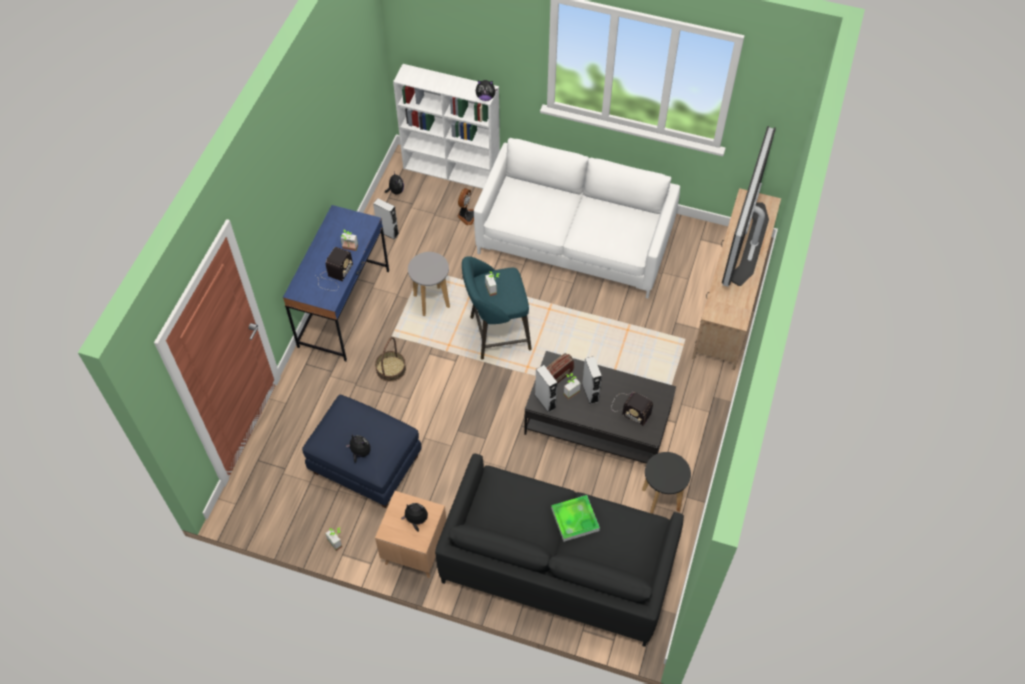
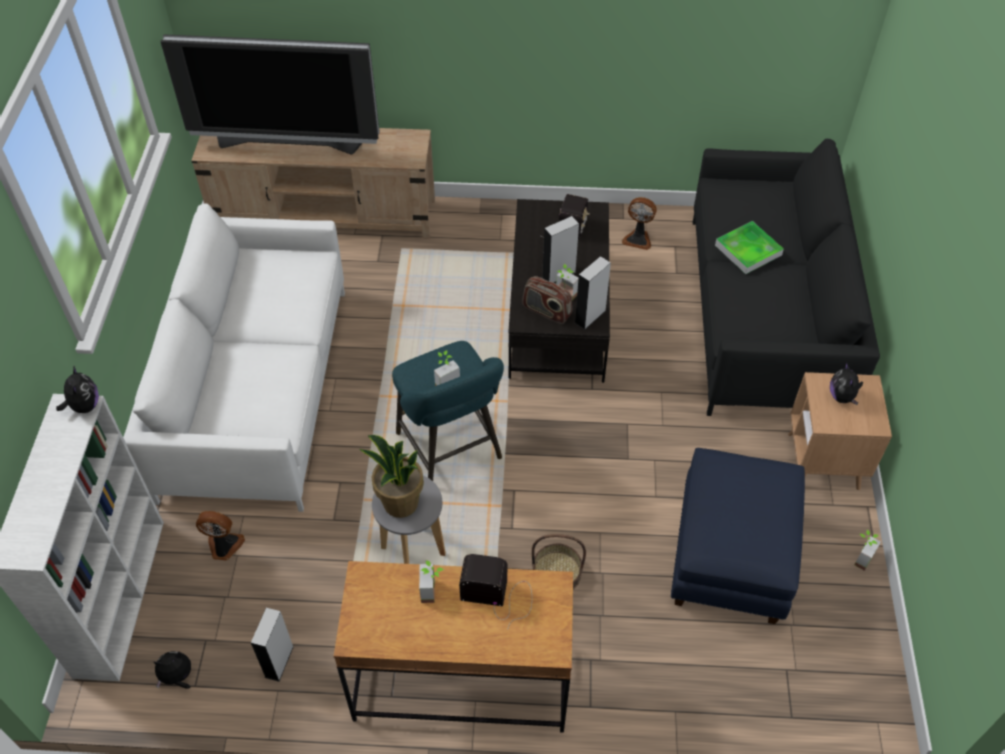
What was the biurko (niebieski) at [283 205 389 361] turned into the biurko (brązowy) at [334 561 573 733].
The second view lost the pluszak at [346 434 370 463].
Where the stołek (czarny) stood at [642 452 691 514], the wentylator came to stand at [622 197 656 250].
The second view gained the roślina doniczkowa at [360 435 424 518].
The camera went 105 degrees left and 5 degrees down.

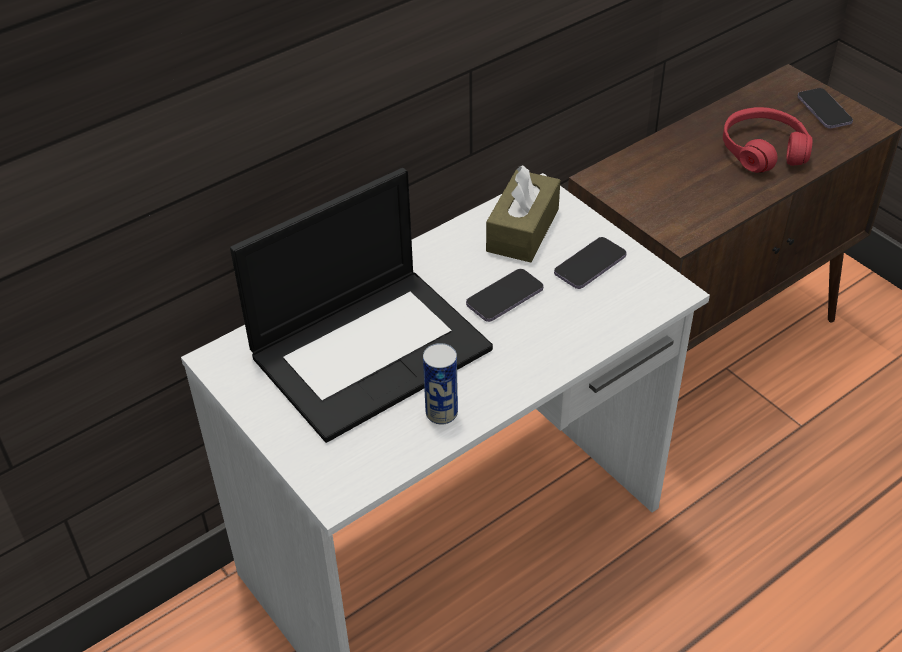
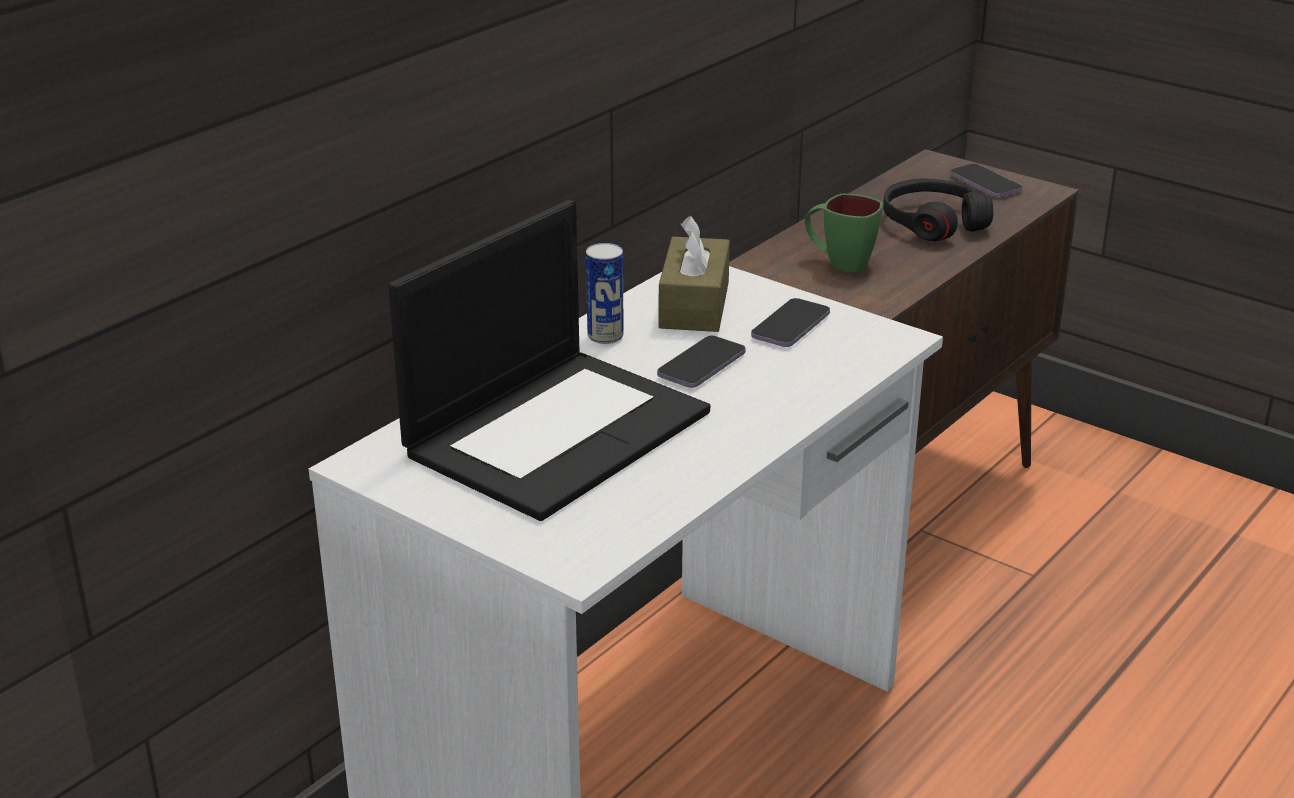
What was the słuchawki (czerwony) at [723 107 813 173] turned into the słuchawki (czarny) at [883 179 993 241].
The puszka ended up elsewhere, having gone from [423 343 458 425] to [586 243 624 344].
The second view gained the kubek (zielony) at [805 194 883 273].
The camera went 15 degrees left and 15 degrees down.

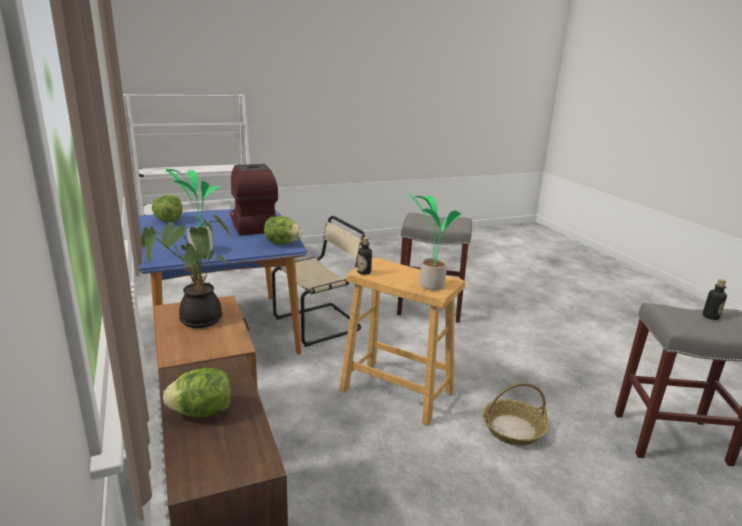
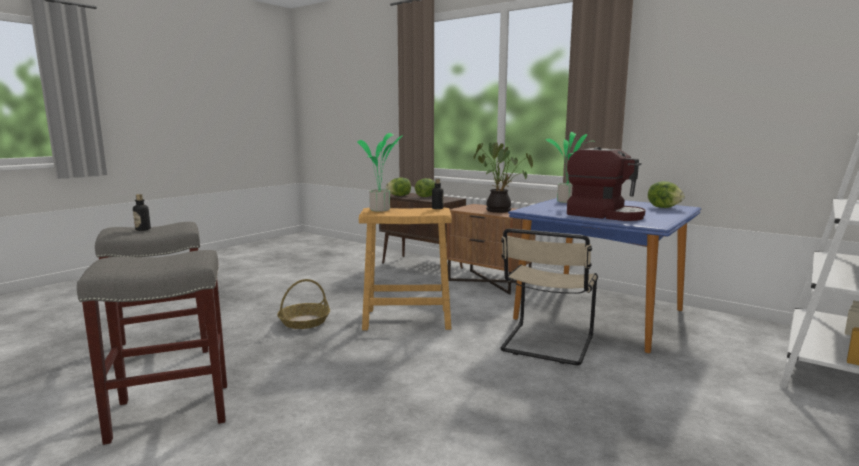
The stołek (szary) ended up elsewhere, having gone from [397 213 472 323] to [77 250 227 445].
The sałata ended up elsewhere, having gone from [264 216 302 244] to [386 178 411 196].
The camera went 150 degrees right and 10 degrees down.

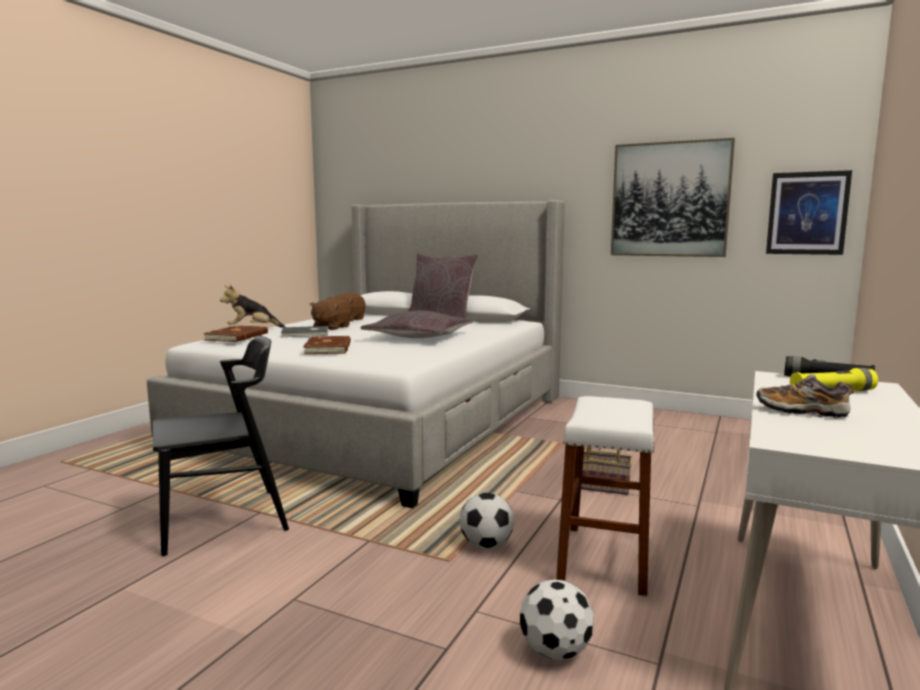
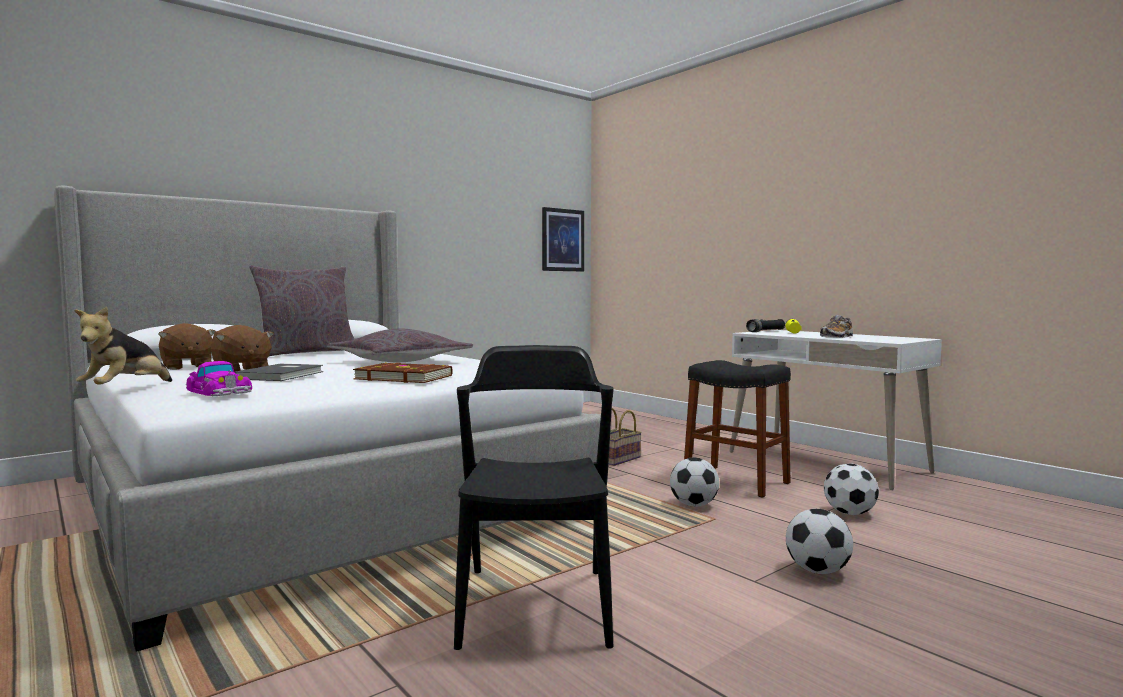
The second view lost the obraz at [611 138 735 257].
Where the książka (brązowy) stood at [203 325 268 342], the samochodzik came to stand at [186 361 252 396].
What was the stołek (biały) at [556 396 654 596] turned into the stołek (czarny) at [684 360 791 498].
The second view gained the piłka futbolowa at [786 509 853 574].
The camera went 65 degrees left and 5 degrees down.

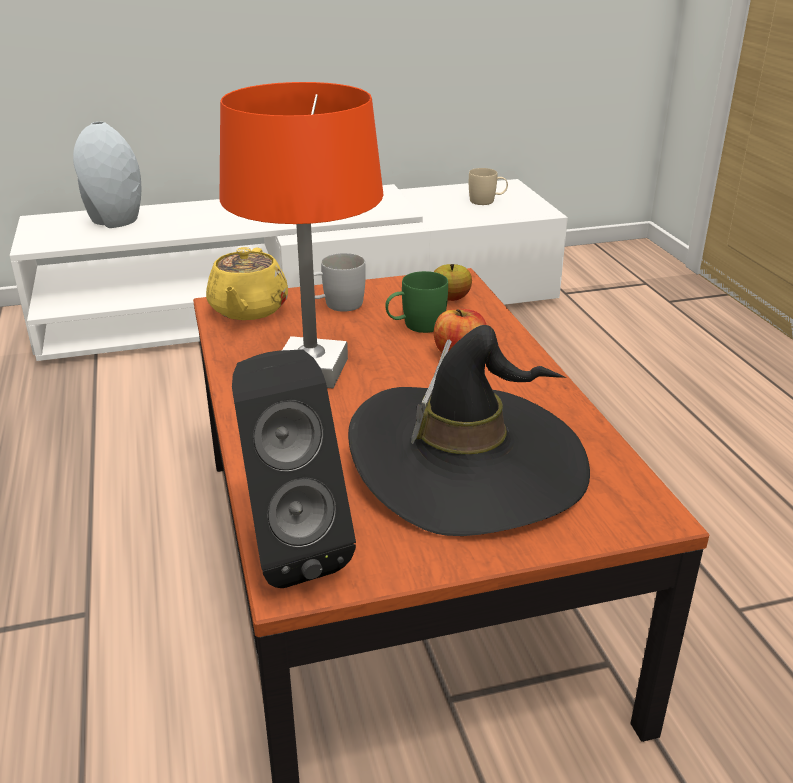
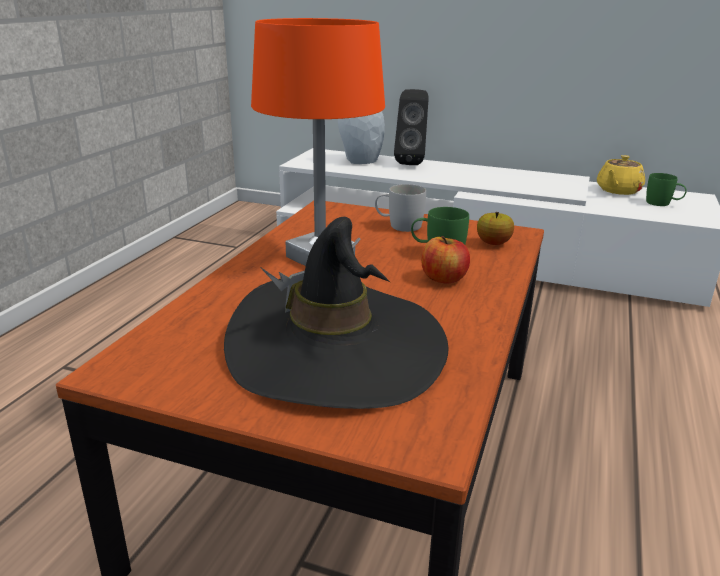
What was the kubek (beżowy) at [469 168 508 205] turned into the kubek (zielony) at [646 173 687 206].
The imbryk (żółty) ended up elsewhere, having gone from [206 247 288 320] to [597 155 645 195].
The głośnik (czarny) ended up elsewhere, having gone from [232 349 356 588] to [394 89 429 165].
The camera went 35 degrees right and 5 degrees down.

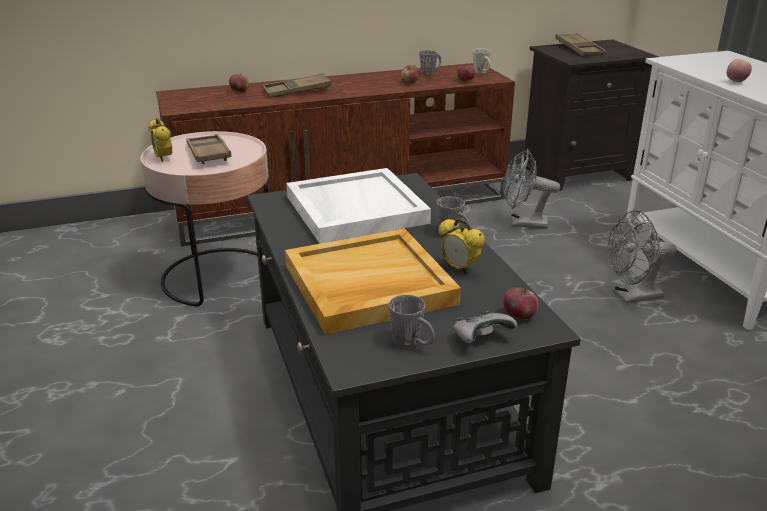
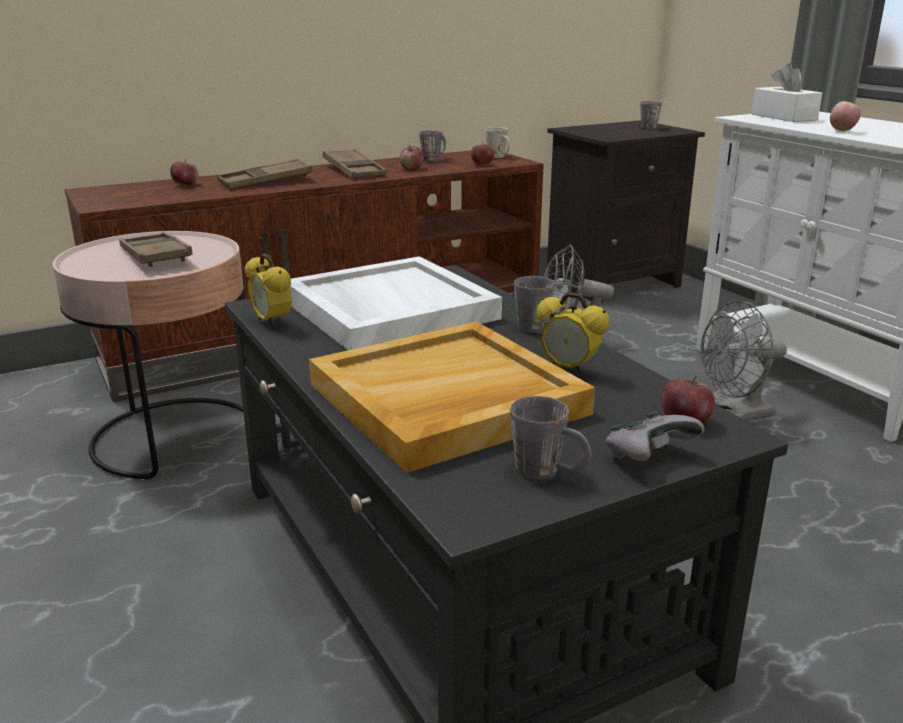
The taca (brązowy) ended up elsewhere, having gone from [555 33 606 56] to [323 149 386 178].
The budzik ended up elsewhere, having gone from [148 118 172 162] to [245 253 292 328].
The second view gained the pudełko chusteczek (biały) at [752 63 822 122].
The second view gained the kubek (szary) at [640 101 662 129].
The camera went 10 degrees left and 5 degrees down.

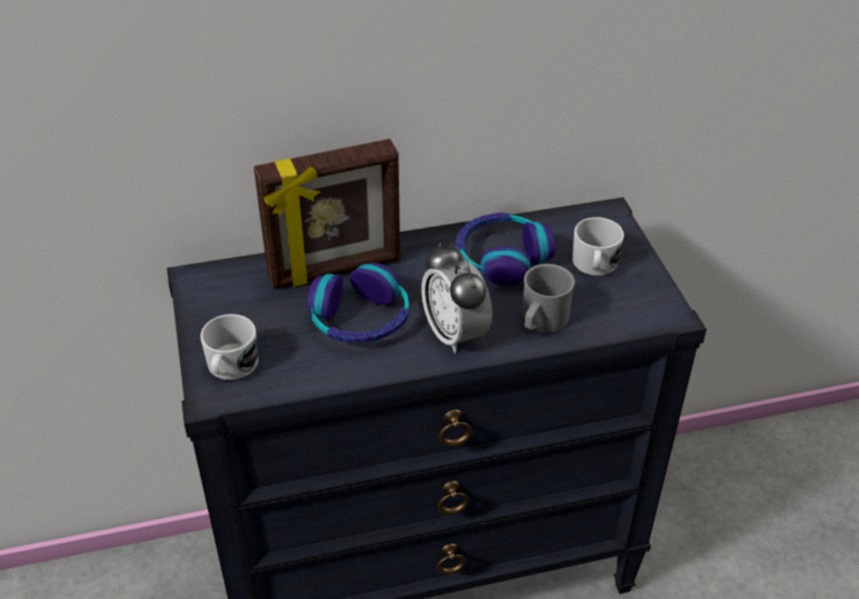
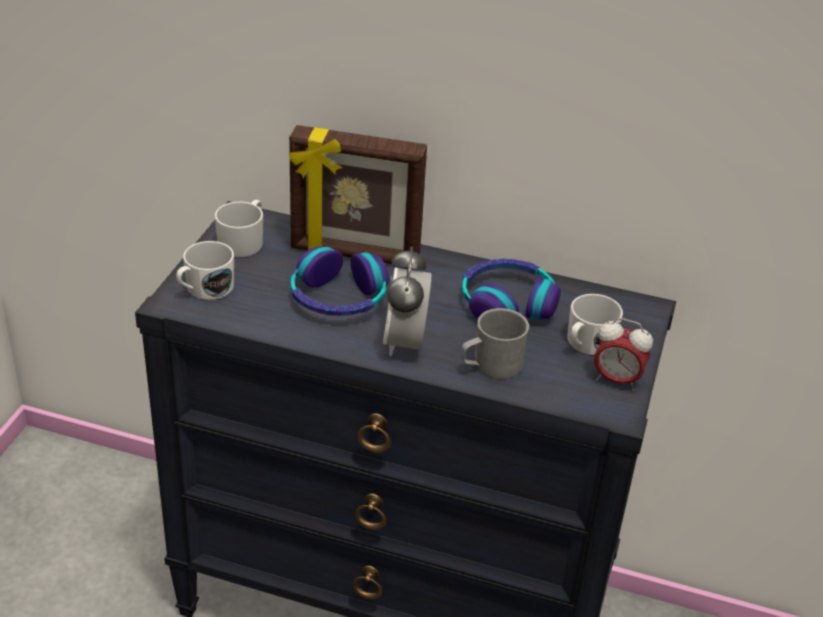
The second view gained the kubek (biały) at [215 200 263 257].
The second view gained the budzik at [594 318 653 391].
The camera went 30 degrees right and 5 degrees down.

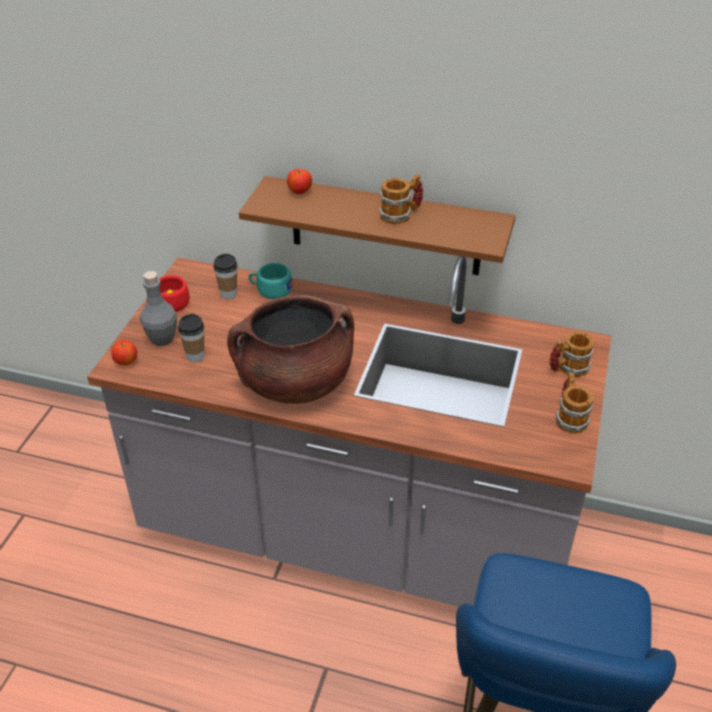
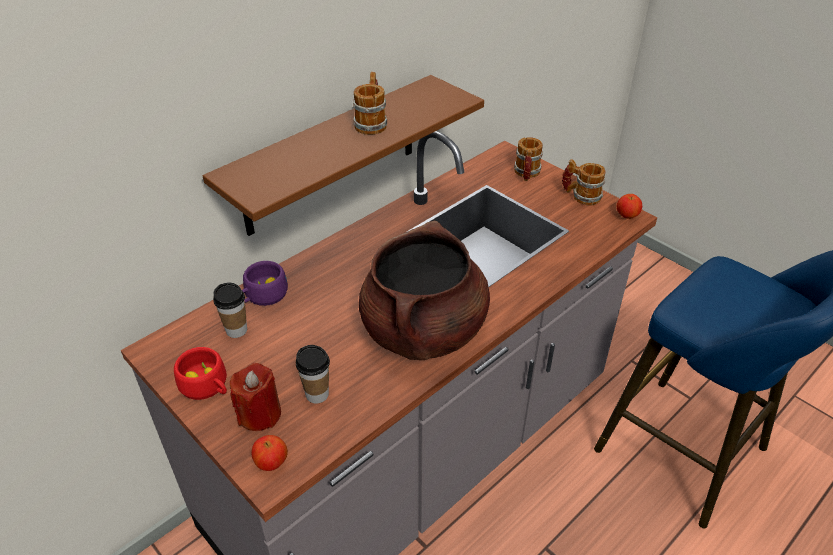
The jabłko ended up elsewhere, having gone from [287 169 312 194] to [617 194 642 219].
What was the filiżanka (turkusowy) at [249 263 293 299] turned into the filiżanka (fioletowy) at [242 261 288 306].
Where the butelka (szary) stood at [140 271 177 346], the świeca (czerwony) came to stand at [230 363 281 431].
The camera went 60 degrees left and 0 degrees up.

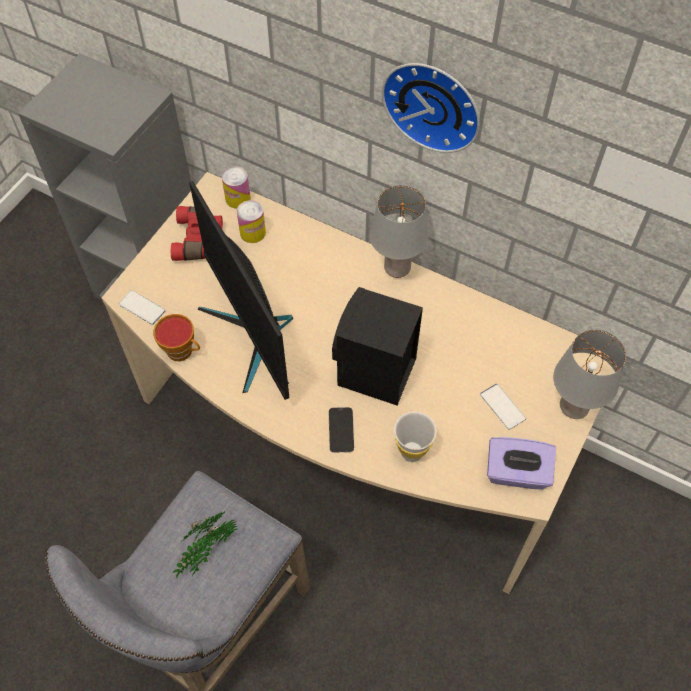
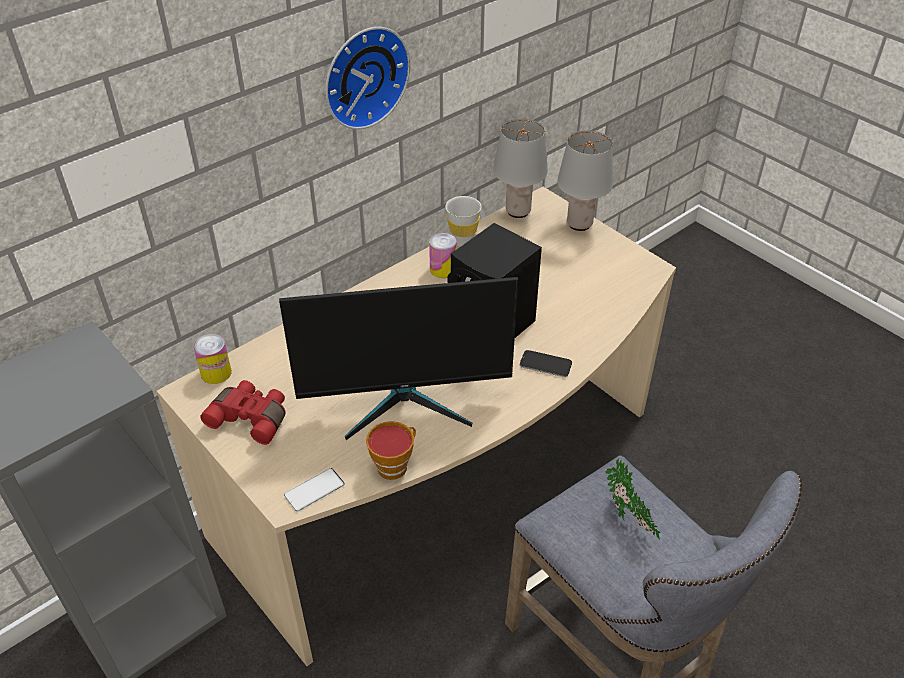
The lampa stołowa (szary) ended up elsewhere, having gone from [370 185 429 278] to [493 119 548 218].
The puszka ended up elsewhere, having gone from [237 200 266 243] to [429 233 457 278].
The second view lost the telefon at [480 384 526 430].
The filiżanka (biały) ended up elsewhere, having gone from [394 411 437 462] to [445 196 481 247].
The second view lost the pudełko chusteczek (fioletowy) at [487 437 556 490].
The camera went 70 degrees left and 15 degrees down.

